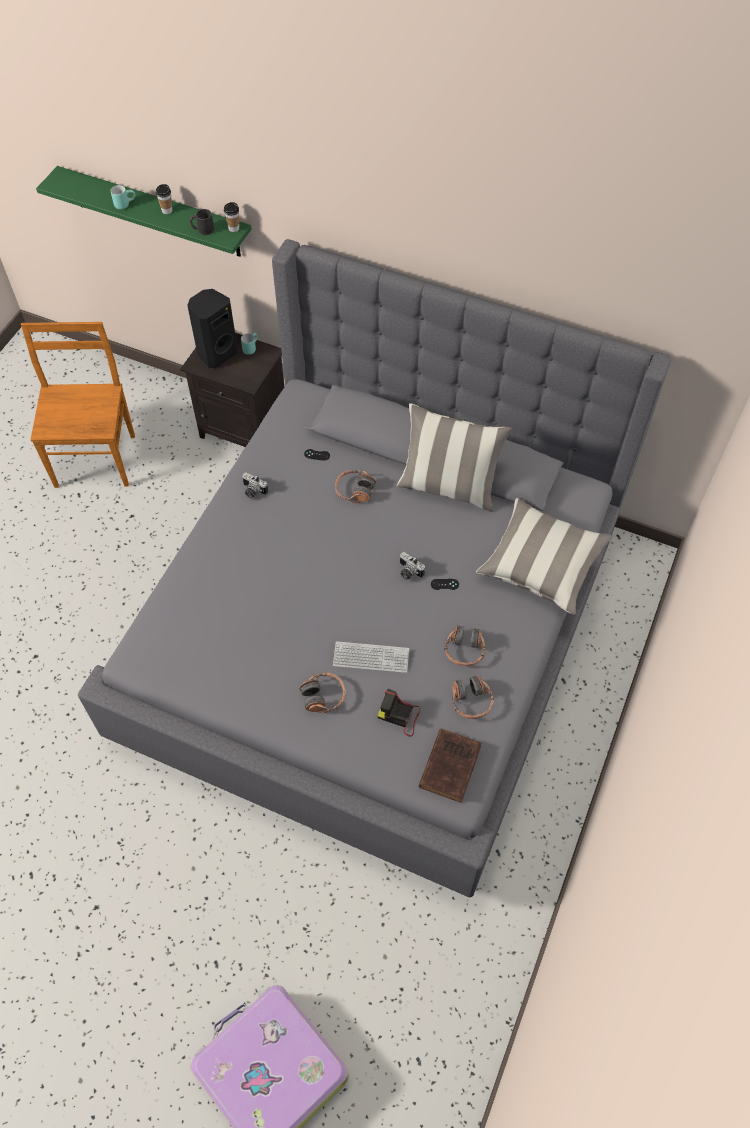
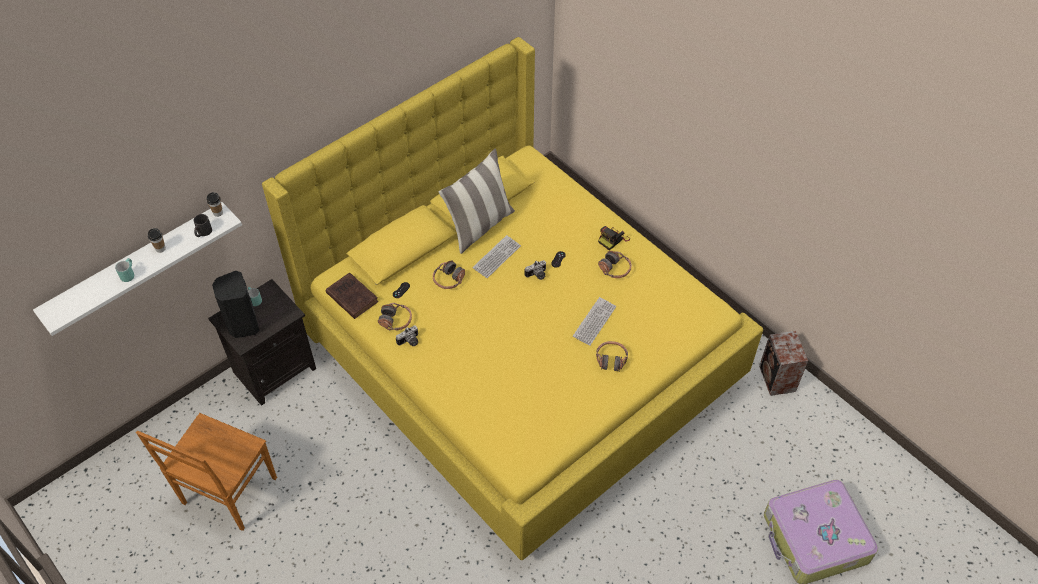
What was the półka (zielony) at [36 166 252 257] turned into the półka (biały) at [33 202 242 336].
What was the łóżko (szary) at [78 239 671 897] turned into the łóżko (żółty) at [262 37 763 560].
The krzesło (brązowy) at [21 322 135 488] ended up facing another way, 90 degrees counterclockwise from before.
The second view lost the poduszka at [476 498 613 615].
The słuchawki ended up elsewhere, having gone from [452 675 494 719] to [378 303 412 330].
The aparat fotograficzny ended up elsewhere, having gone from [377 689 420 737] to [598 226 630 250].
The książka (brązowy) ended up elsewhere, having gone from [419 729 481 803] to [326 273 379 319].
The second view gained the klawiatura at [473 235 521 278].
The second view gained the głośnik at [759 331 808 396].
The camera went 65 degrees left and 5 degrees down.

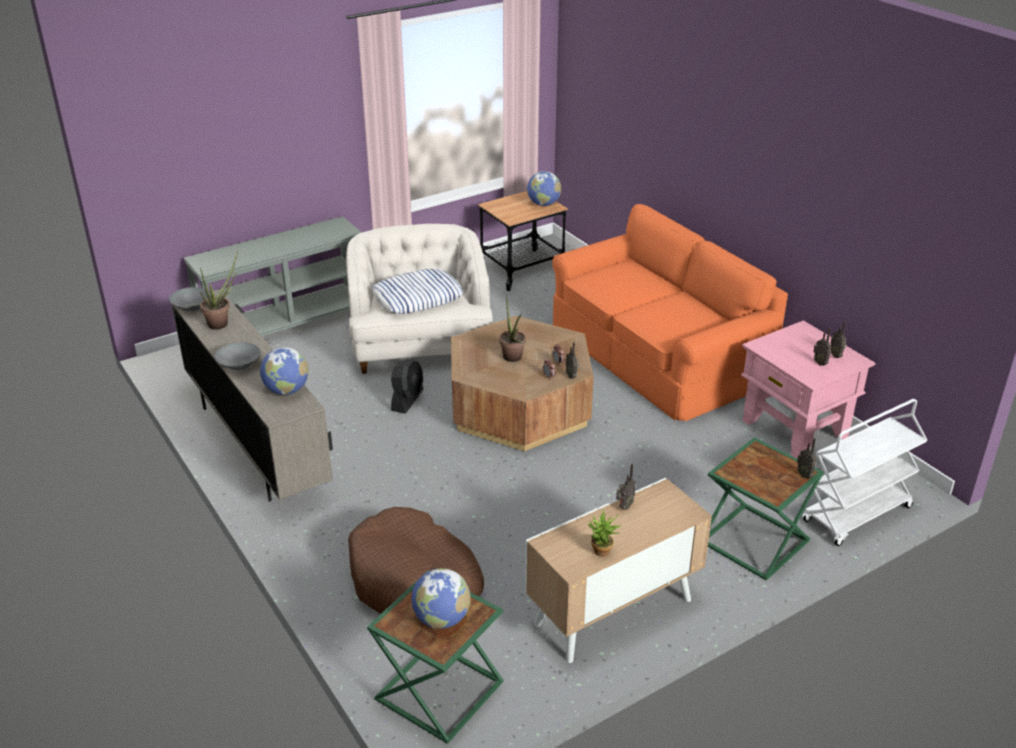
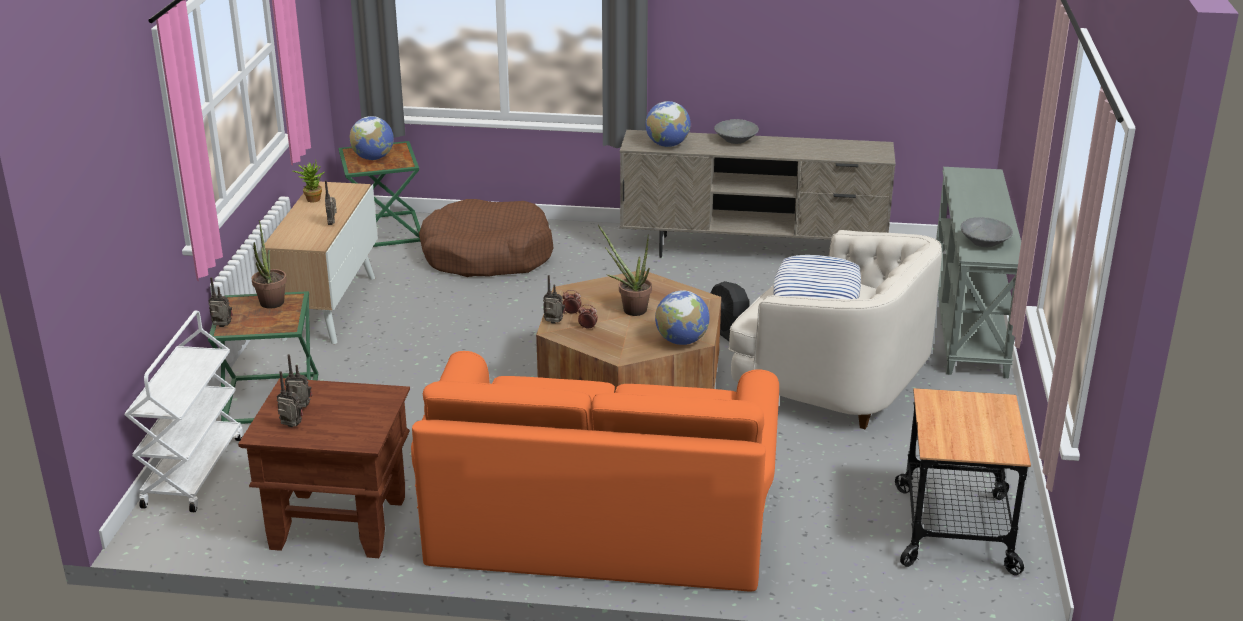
The globus ended up elsewhere, having gone from [527 171 561 206] to [655 290 710 345].
The roślina doniczkowa ended up elsewhere, having gone from [200 251 238 330] to [251 220 287 309].
The miska (szary) ended up elsewhere, having gone from [169 287 211 312] to [961 217 1013 247].
What was the stolik (różowy) at [741 320 876 459] turned into the stolik (brązowy) at [238 378 410 558].
The camera went 130 degrees right and 5 degrees down.

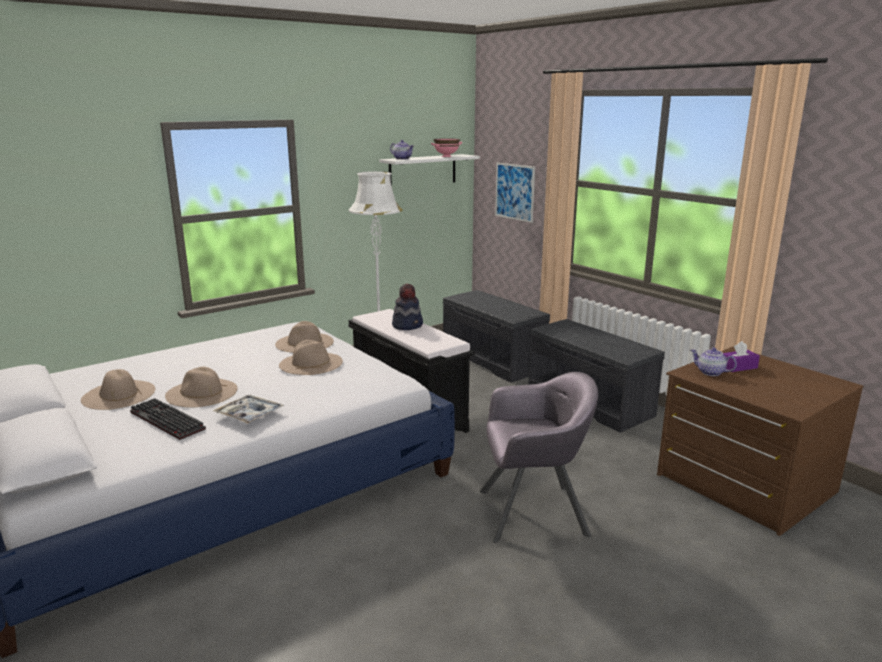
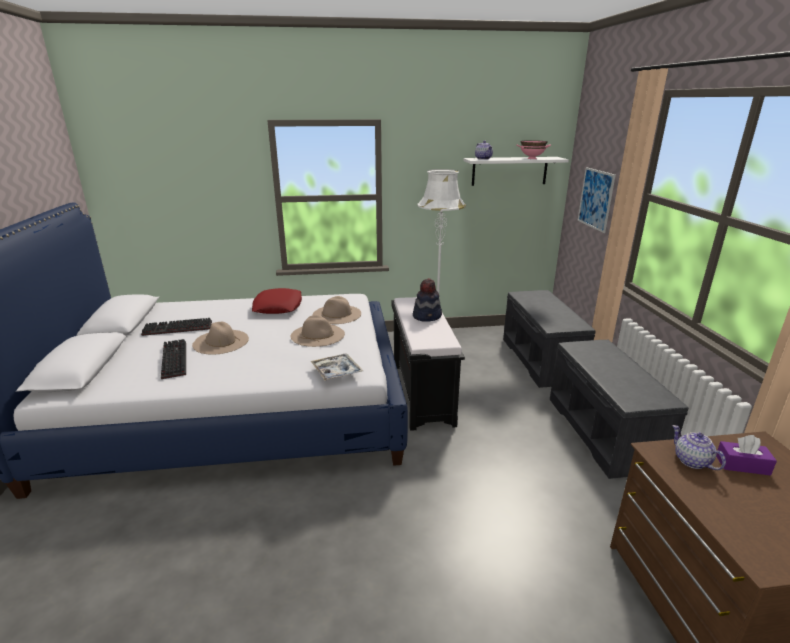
Where the kapelusz (beżowy) stood at [81 369 155 410], the klawiatura came to stand at [141 318 212 336].
The second view lost the fotel (szary) at [480 372 598 543].
The taca ended up elsewhere, having gone from [213 395 285 424] to [311 354 363 381].
The second view gained the poduszka (czerwony) at [252 288 302 314].
The camera went 30 degrees right and 5 degrees up.

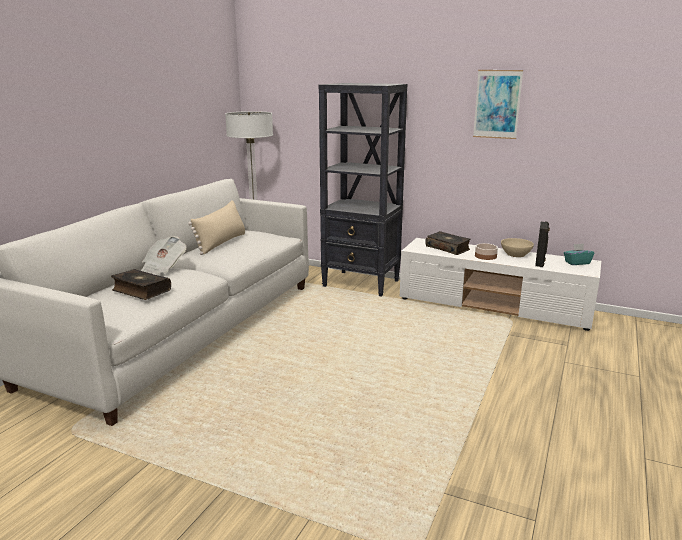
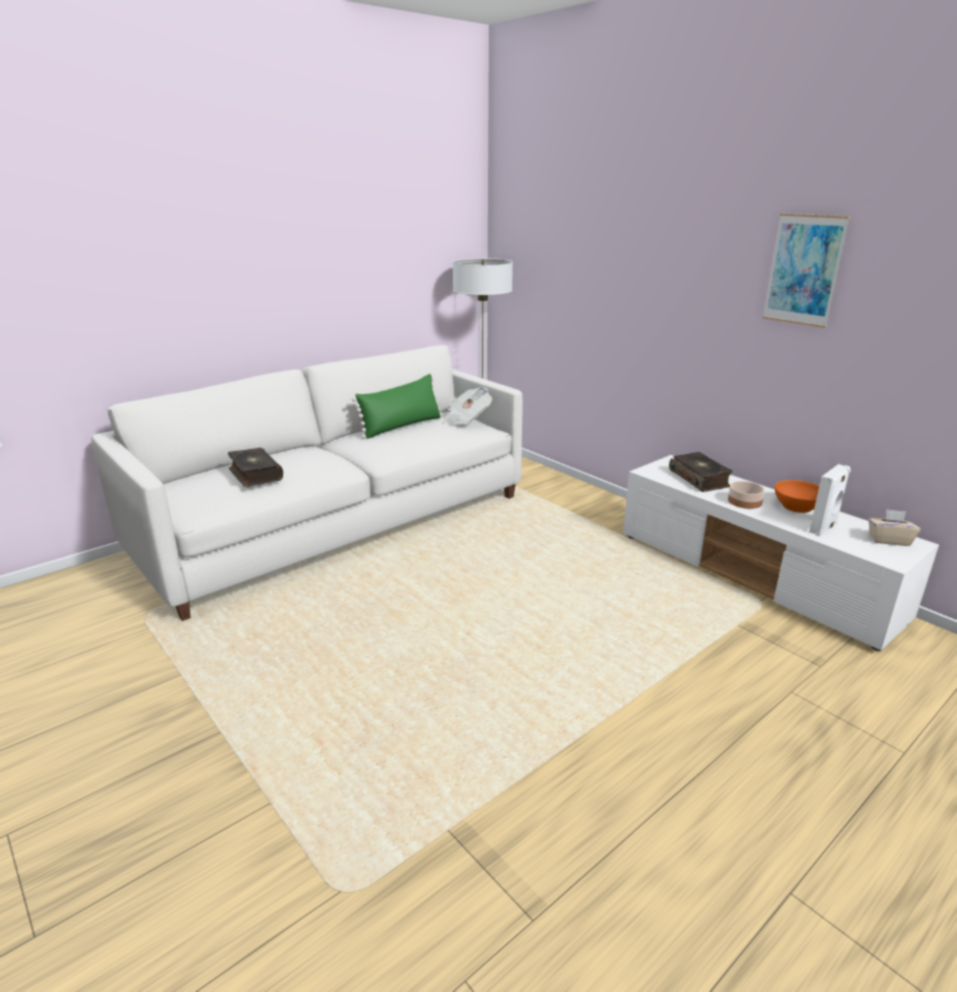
The second view lost the regał (czarny) at [318 83 407 297].
What was the poduszka (beżowy) at [188 200 245 255] turned into the poduszka (zielony) at [352 374 442 439].
What was the głośnik (czarny) at [535 222 550 267] turned into the głośnik (biały) at [809 464 851 536].
The gazeta ended up elsewhere, having gone from [141 236 186 274] to [443 387 492 425].
What was the miska (beżowy) at [501 238 534 257] turned into the miska (pomarańczowy) at [775 480 819 513].
What was the pudełko chusteczek (turkusowy) at [564 243 594 265] turned into the pudełko chusteczek (beżowy) at [868 509 921 546].
The camera went 25 degrees right and 5 degrees up.

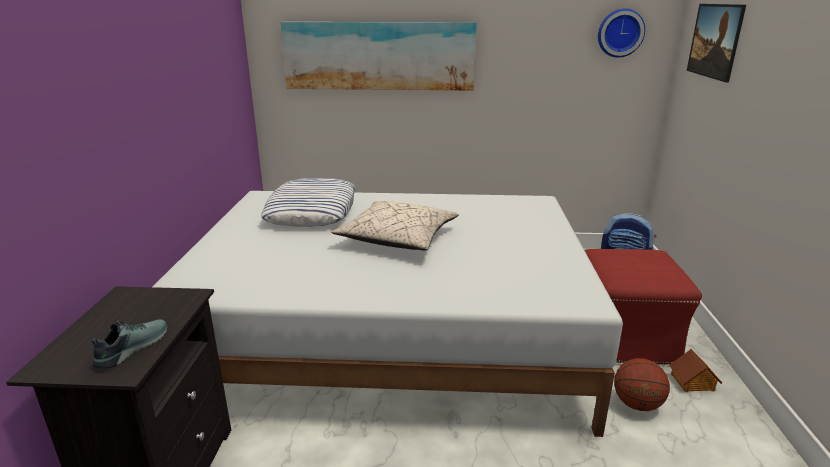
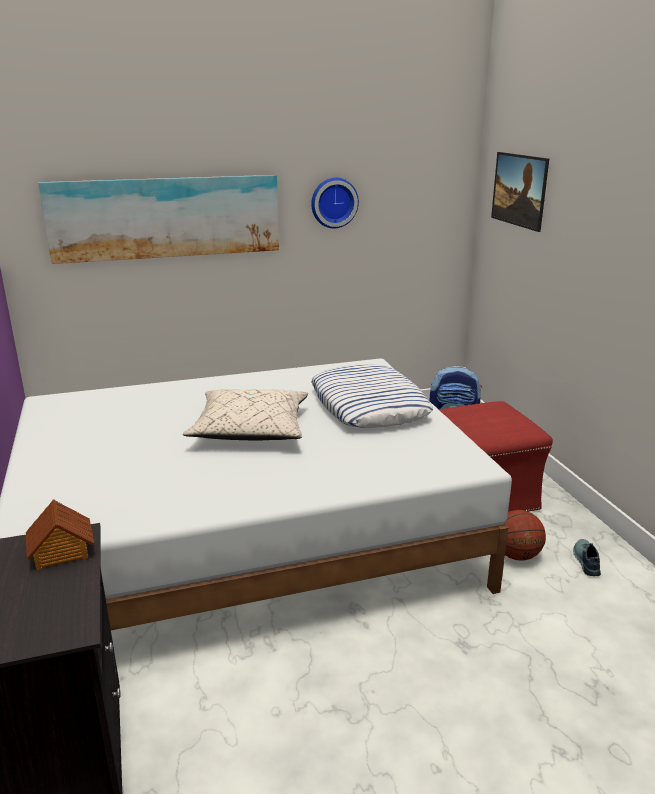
The zegar ścienny ended up elsewhere, having gone from [598 8 645 58] to [311 178 359 228].
The poduszka ended up elsewhere, having gone from [261 178 355 227] to [311 364 433 428].
The but ended up elsewhere, having gone from [92 319 167 369] to [573 539 601 576].
The domek ended up elsewhere, having gone from [669 349 722 392] to [26 499 94 570].
The camera went 20 degrees left and 0 degrees up.

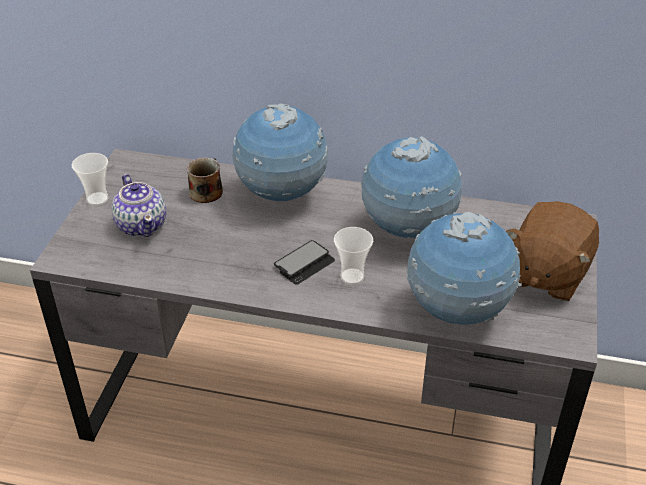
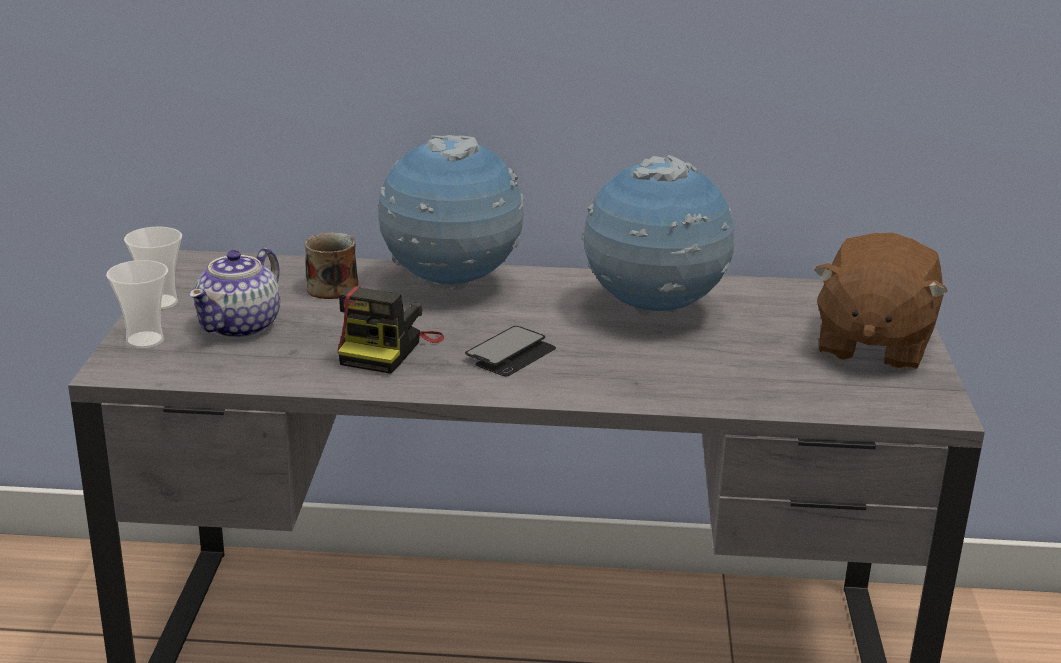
The imbryk at [111 174 167 237] ended up facing another way, 60 degrees clockwise from before.
The second view lost the globus at [406 212 522 325].
The filiżanka ended up elsewhere, having gone from [334 227 373 285] to [106 260 168 349].
The second view gained the aparat fotograficzny at [338 286 444 374].
The camera went 10 degrees left and 15 degrees down.

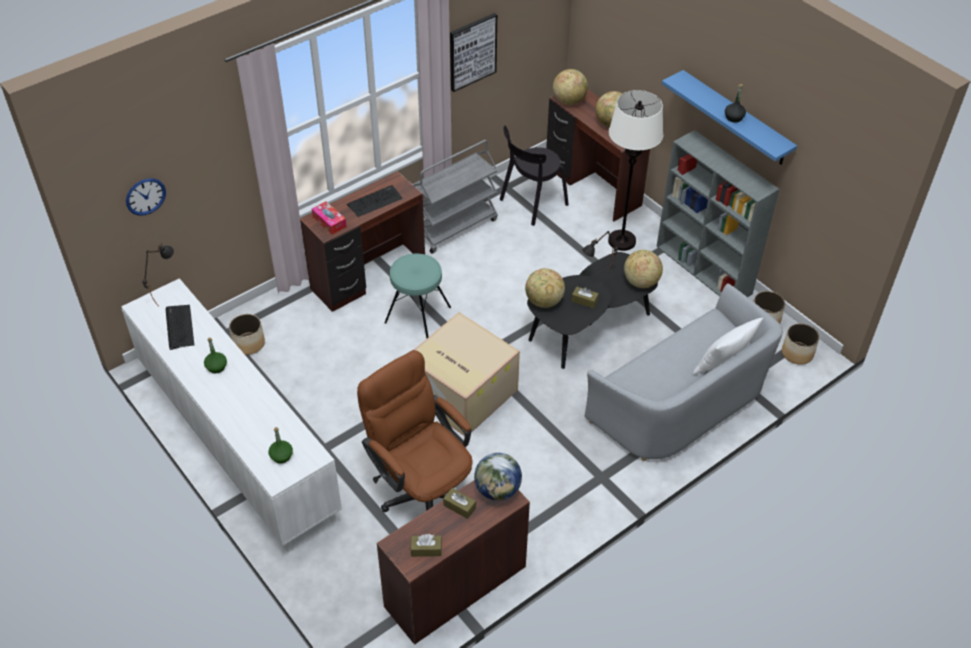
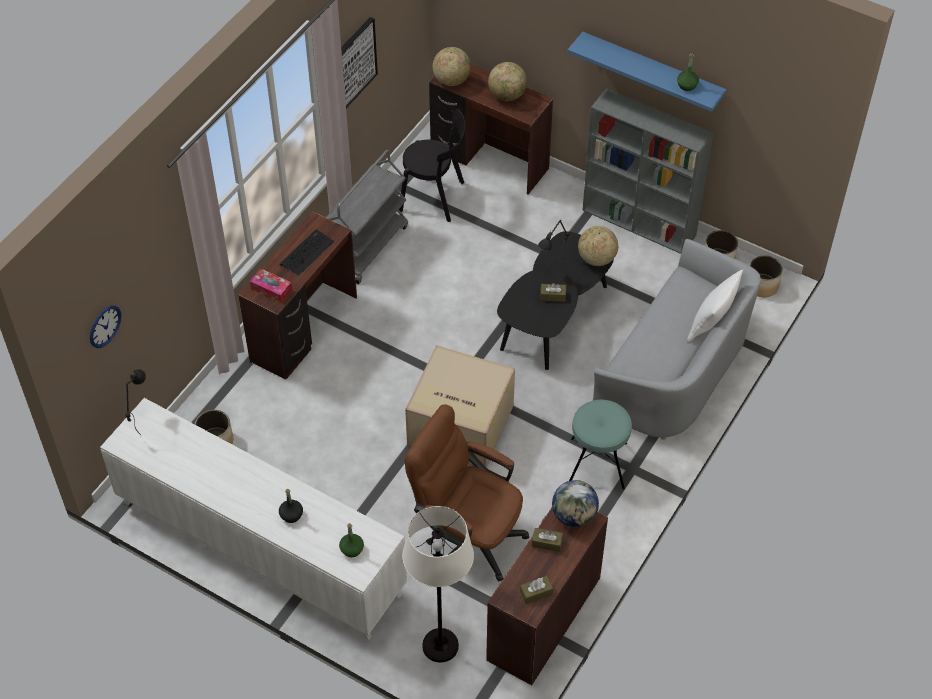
The butelka (czarny) ended up elsewhere, having gone from [725 84 746 123] to [279 489 303 523].
The lampa stojąca (biały) ended up elsewhere, having gone from [608 90 663 251] to [402 506 474 662].
The krzesło (czarny) at [500 126 569 226] ended up facing another way, 105 degrees counterclockwise from before.
The stołek (turkusowy) ended up elsewhere, having gone from [384 253 451 339] to [569 400 632 490].
The second view lost the globus at [525 268 565 308].
The second view lost the klawiatura at [166 305 194 350].
The butelka (zielony) ended up elsewhere, having gone from [204 338 227 373] to [677 54 699 91].
The camera went 20 degrees left and 5 degrees up.

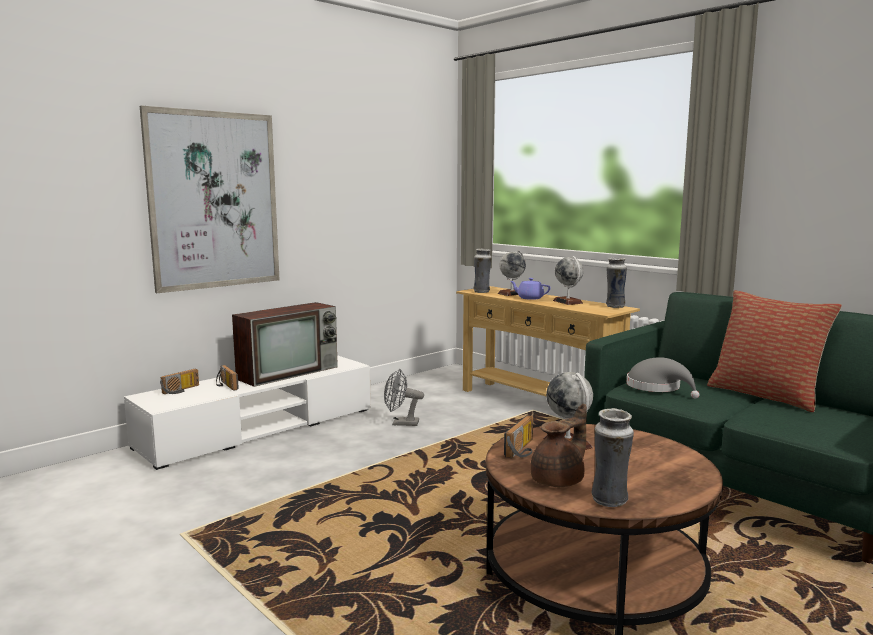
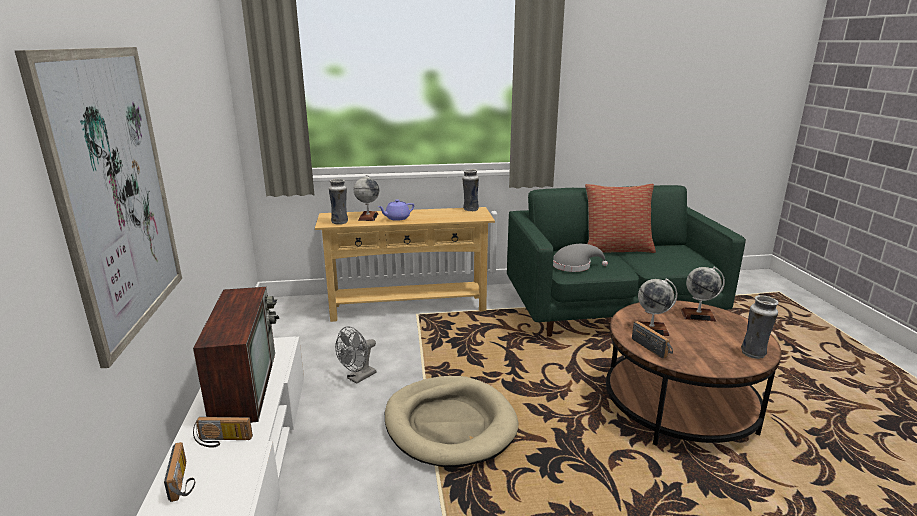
The globus ended up elsewhere, having gone from [553 256 584 305] to [681 267 725 321].
The second view lost the imbryk (brązowy) at [530 404 587 487].
The second view gained the legowisko (beżowy) at [385 376 519 467].
The camera went 55 degrees left and 10 degrees up.

